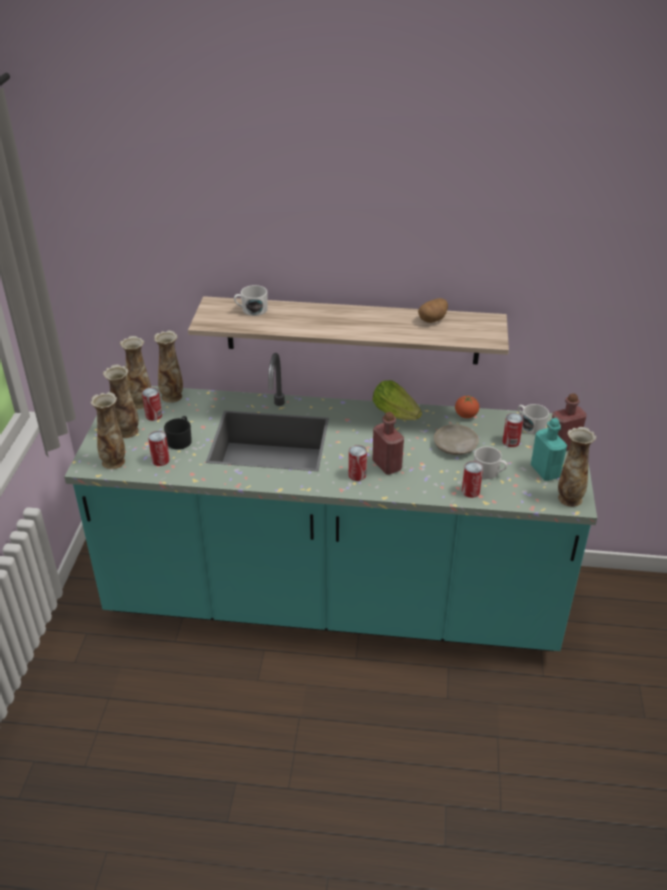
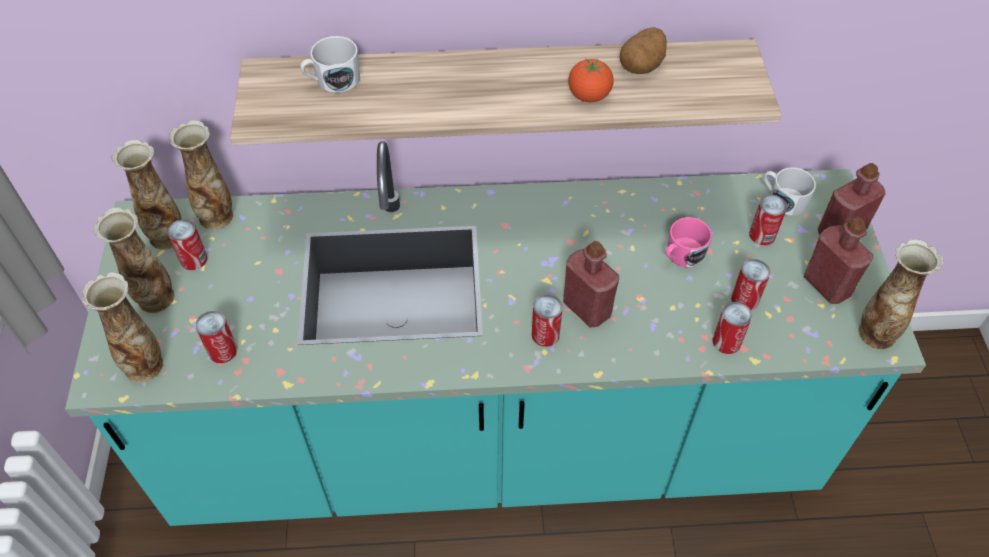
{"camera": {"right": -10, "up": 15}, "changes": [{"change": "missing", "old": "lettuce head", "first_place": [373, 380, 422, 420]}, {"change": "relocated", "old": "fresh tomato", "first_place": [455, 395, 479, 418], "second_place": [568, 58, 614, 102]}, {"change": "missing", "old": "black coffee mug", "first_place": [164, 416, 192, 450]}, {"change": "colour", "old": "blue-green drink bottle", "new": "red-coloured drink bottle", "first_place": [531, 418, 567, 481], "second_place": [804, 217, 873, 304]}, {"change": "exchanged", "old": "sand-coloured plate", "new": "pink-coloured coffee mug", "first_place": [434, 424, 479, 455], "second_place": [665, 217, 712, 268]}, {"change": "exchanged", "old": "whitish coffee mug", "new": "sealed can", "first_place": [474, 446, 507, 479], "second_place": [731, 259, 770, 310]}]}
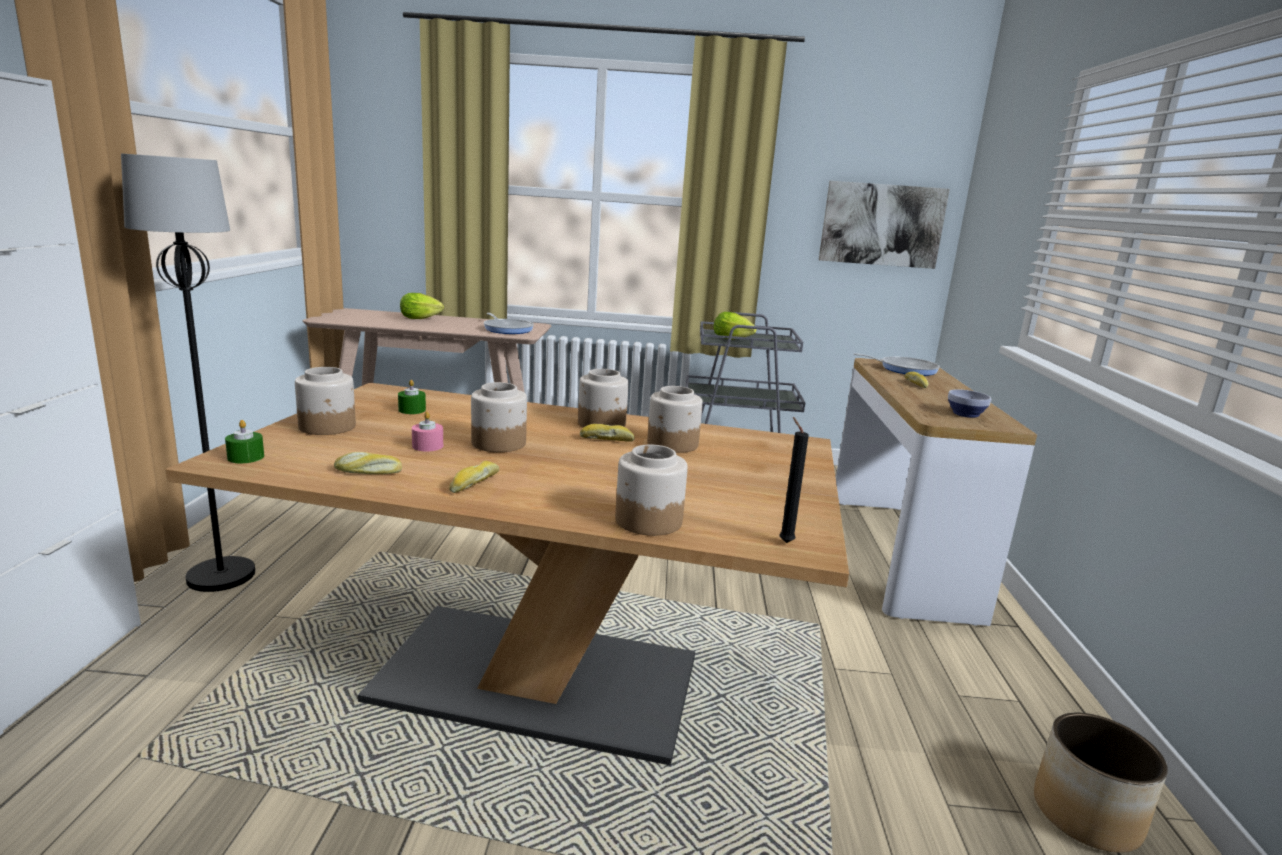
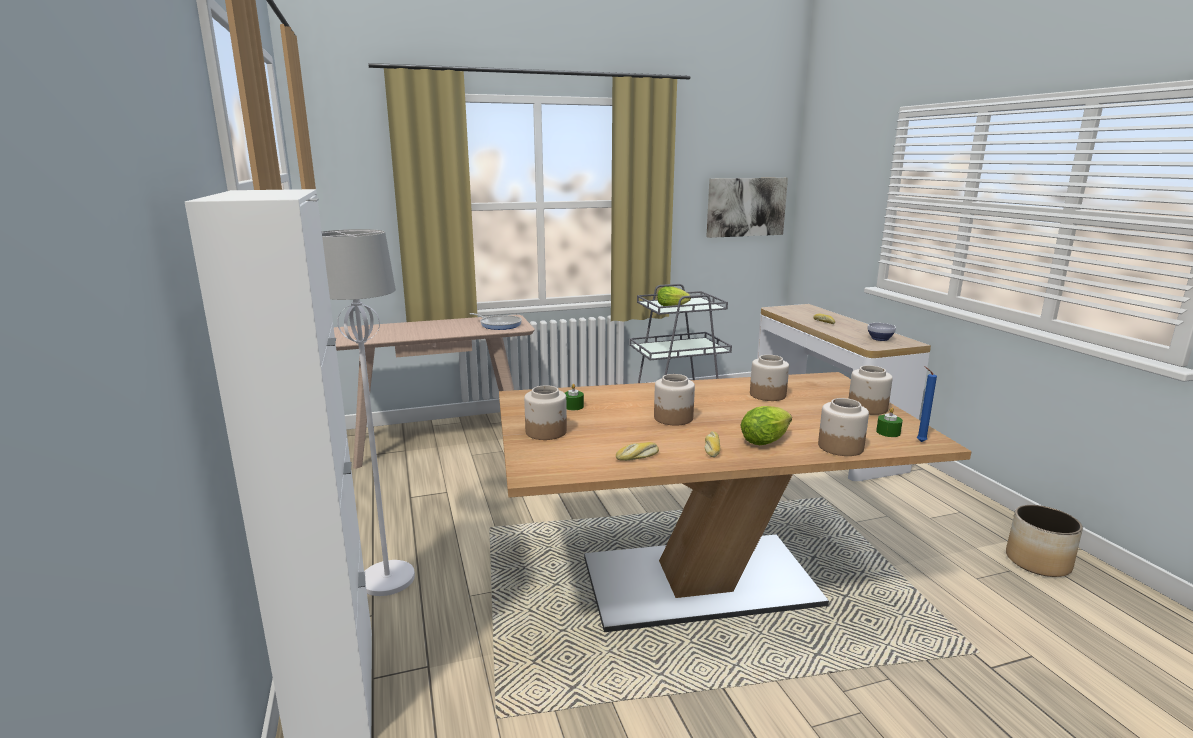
{"camera": {"right": -20, "up": 0}, "changes": [{"change": "colour", "old": "black floor lamp", "new": "whitish floor lamp", "first_place": [121, 153, 255, 592], "second_place": [322, 229, 415, 596]}, {"change": "relocated", "old": "lettuce head", "first_place": [400, 293, 444, 319], "second_place": [740, 406, 792, 445]}, {"change": "missing", "old": "frying pan", "first_place": [854, 353, 940, 376]}, {"change": "relocated", "old": "storage jar", "first_place": [578, 369, 629, 427], "second_place": [848, 365, 893, 415]}, {"change": "missing", "old": "pink-coloured wax light", "first_place": [412, 412, 443, 452]}, {"change": "colour", "old": "black wax light", "new": "blue-coloured wax light", "first_place": [779, 417, 809, 543], "second_place": [917, 366, 937, 442]}, {"change": "relocated", "old": "green-coloured wax light", "first_place": [225, 420, 264, 463], "second_place": [876, 407, 903, 437]}, {"change": "missing", "old": "baked bread", "first_place": [580, 424, 635, 442]}]}
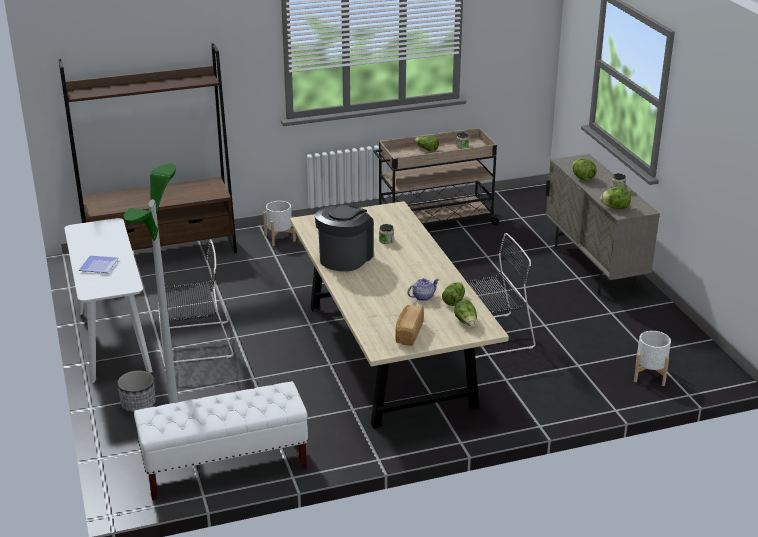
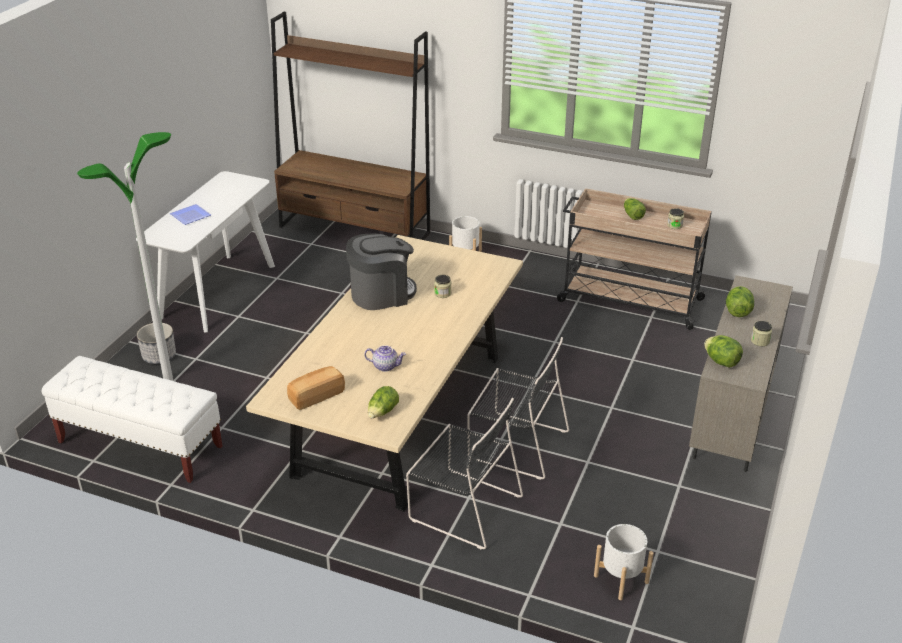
{"camera": {"right": 40, "up": 5}, "changes": [{"change": "relocated", "old": "black upright chair", "first_place": [158, 239, 234, 363], "second_place": [406, 398, 523, 550]}, {"change": "missing", "old": "lettuce head", "first_place": [442, 282, 465, 306]}]}
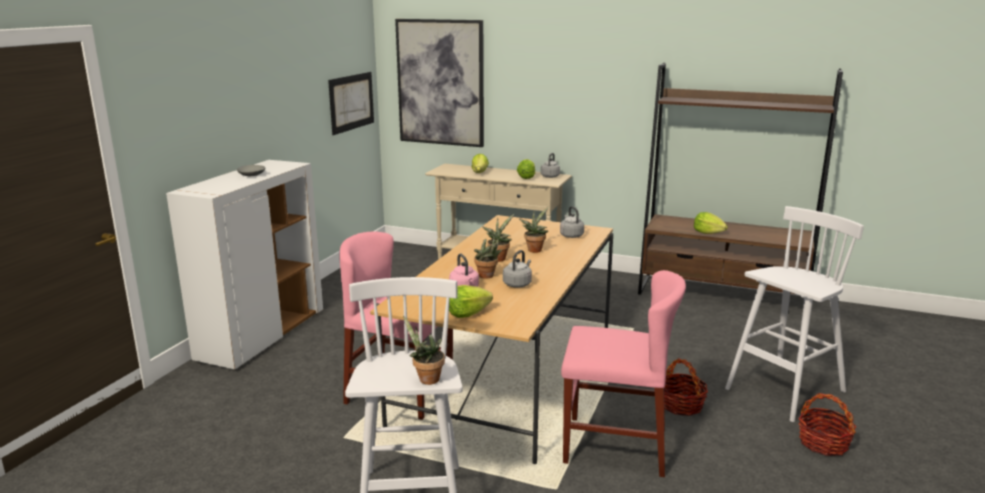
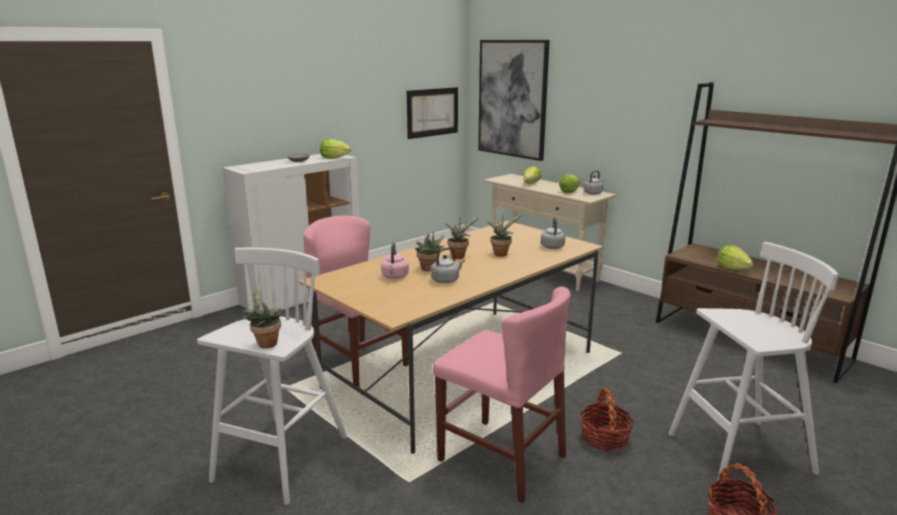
{"camera": {"right": 25, "up": 0}, "changes": [{"change": "relocated", "old": "lettuce head", "first_place": [449, 285, 493, 318], "second_place": [320, 139, 351, 159]}]}
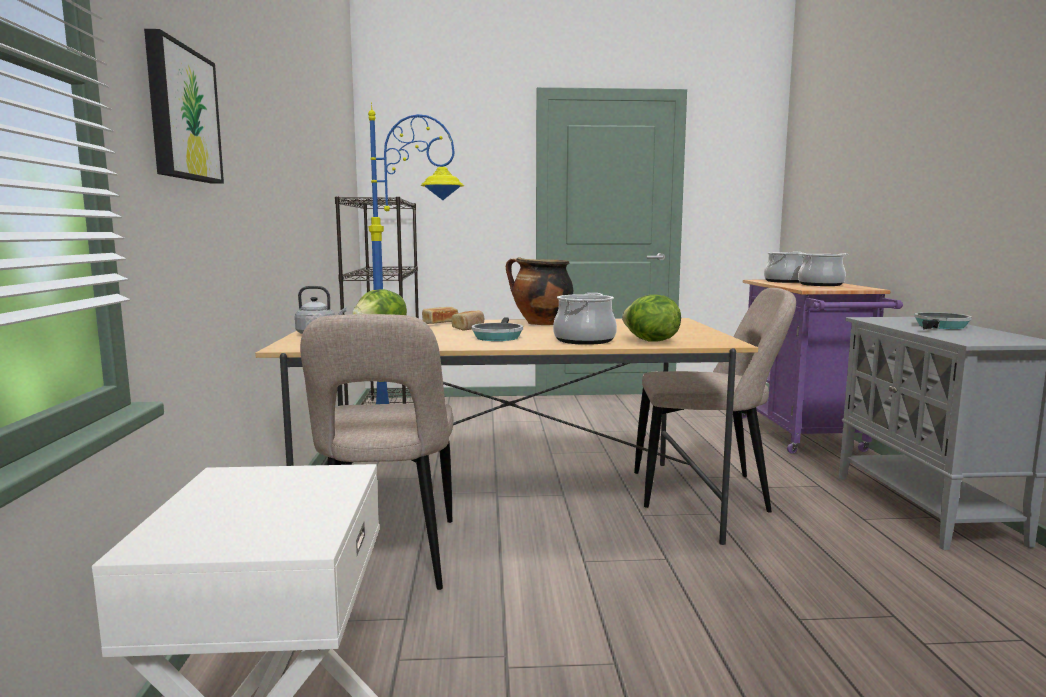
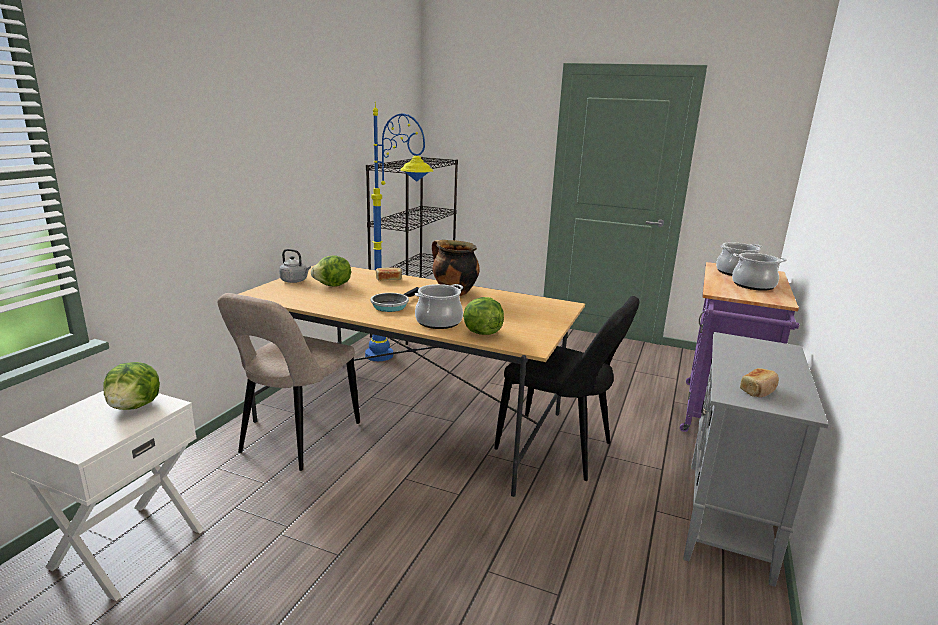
{"camera": {"right": 25, "up": 10}, "changes": [{"change": "missing", "old": "wall picture", "first_place": [144, 29, 224, 184]}, {"change": "colour", "old": "sand-coloured upright chair", "new": "black upright chair", "first_place": [634, 288, 796, 512], "second_place": [494, 296, 640, 481]}, {"change": "relocated", "old": "baked bread", "first_place": [452, 310, 484, 330], "second_place": [740, 368, 779, 397]}, {"change": "missing", "old": "frying pan", "first_place": [914, 312, 972, 330]}, {"change": "appeared", "new": "lettuce head", "second_place": [103, 362, 160, 410]}]}
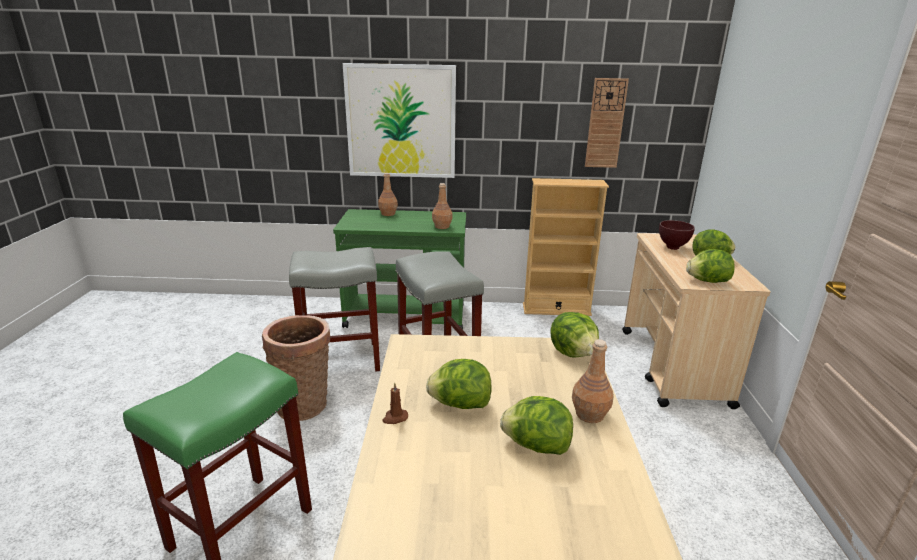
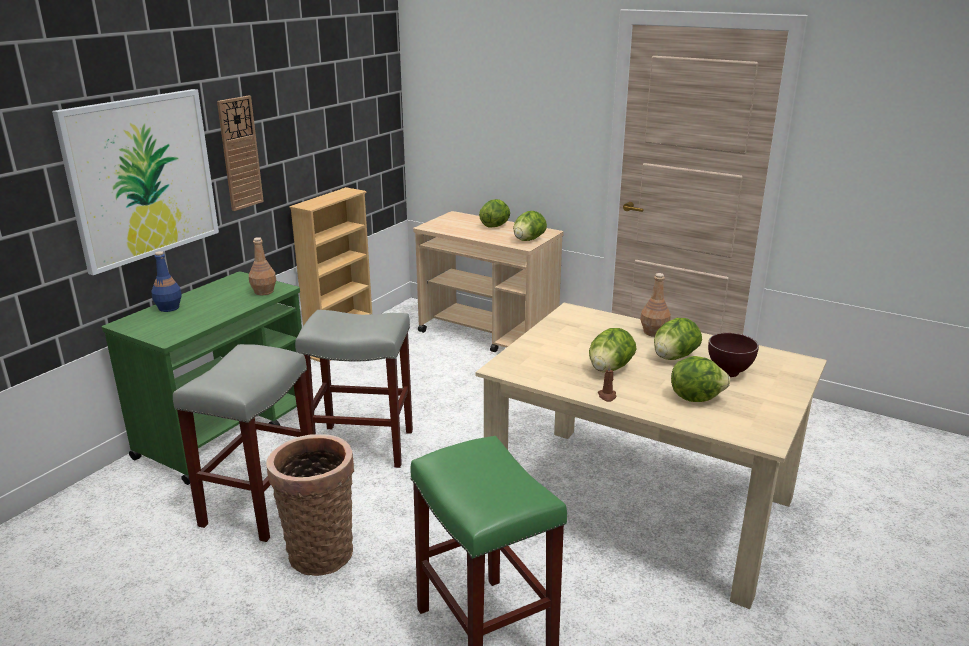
{"camera": {"right": -60, "up": 0}, "changes": [{"change": "relocated", "old": "wall clock", "first_place": [585, 78, 629, 168], "second_place": [217, 96, 264, 211]}, {"change": "colour", "old": "brownish drink bottle", "new": "blue-coloured drink bottle", "first_place": [378, 173, 398, 216], "second_place": [151, 251, 182, 312]}, {"change": "relocated", "old": "brownish deep dish", "first_place": [659, 220, 695, 250], "second_place": [708, 333, 759, 377]}, {"change": "relocated", "old": "lettuce head", "first_place": [550, 312, 599, 357], "second_place": [671, 356, 730, 402]}]}
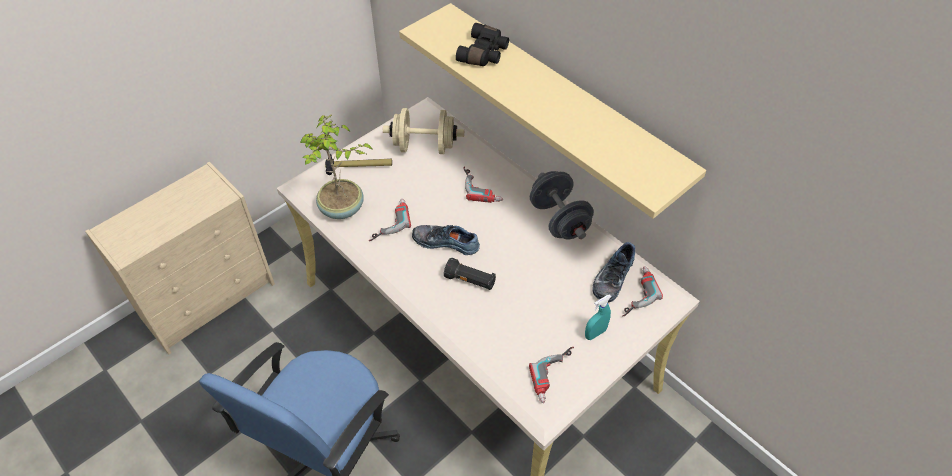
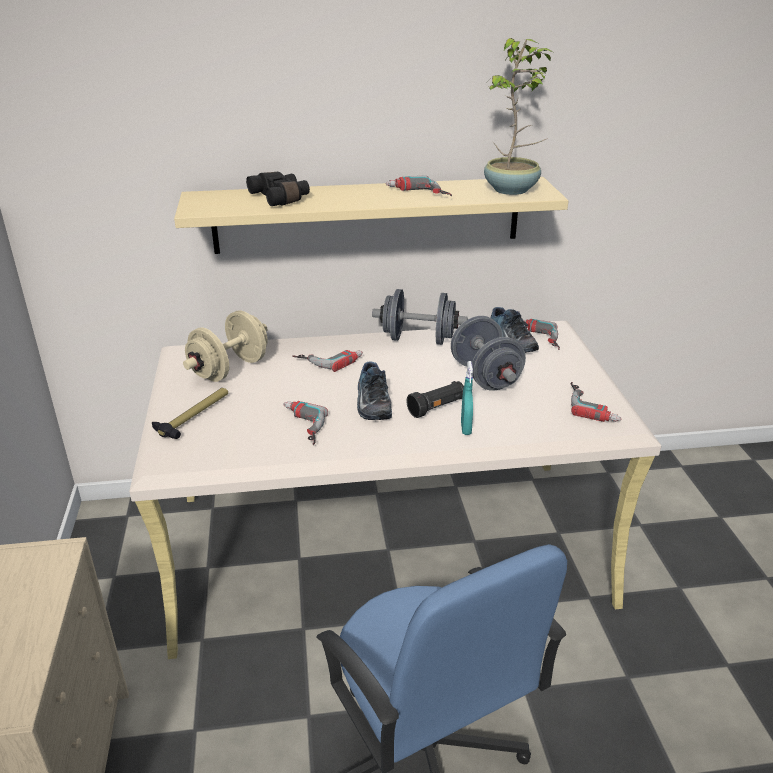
{"camera": {"right": -55, "up": -20}, "changes": [{"change": "relocated", "old": "plant in a pot", "first_place": [299, 114, 372, 219], "second_place": [484, 38, 553, 195]}, {"change": "spun", "old": "low shoe", "first_place": [412, 225, 480, 255], "second_place": [357, 362, 392, 420], "degrees": -60}, {"change": "relocated", "old": "blue-green hand sprayer", "first_place": [585, 295, 611, 340], "second_place": [461, 361, 473, 435]}, {"change": "appeared", "new": "drill", "second_place": [386, 175, 452, 196]}, {"change": "appeared", "new": "greyish free weight", "second_place": [451, 316, 526, 390]}]}
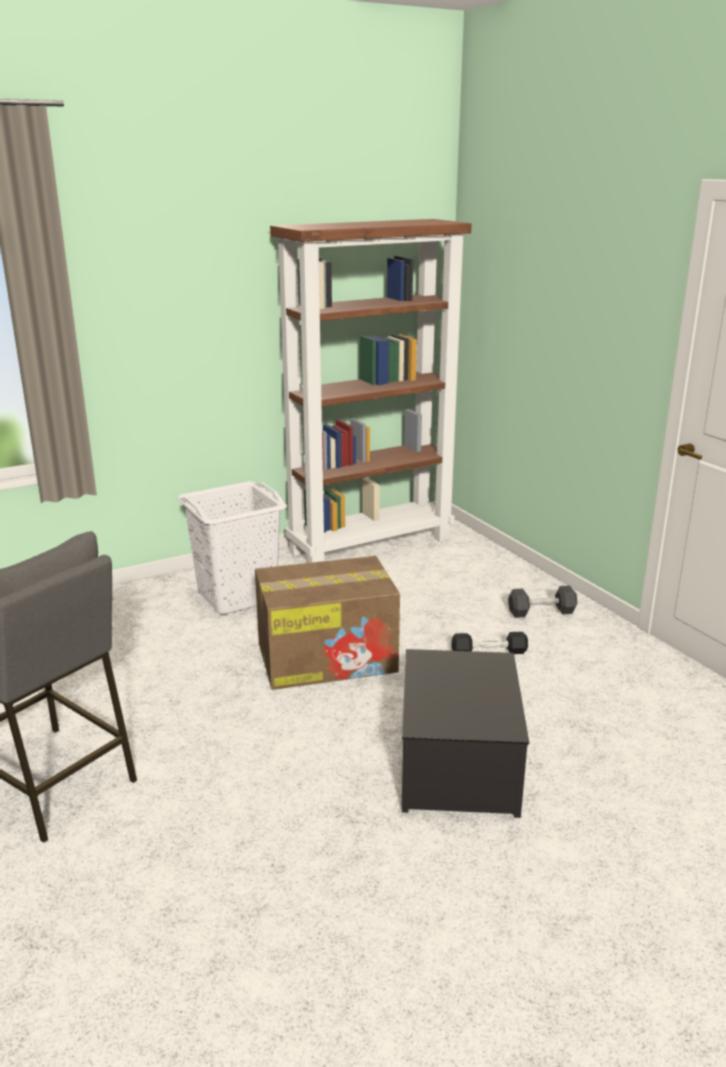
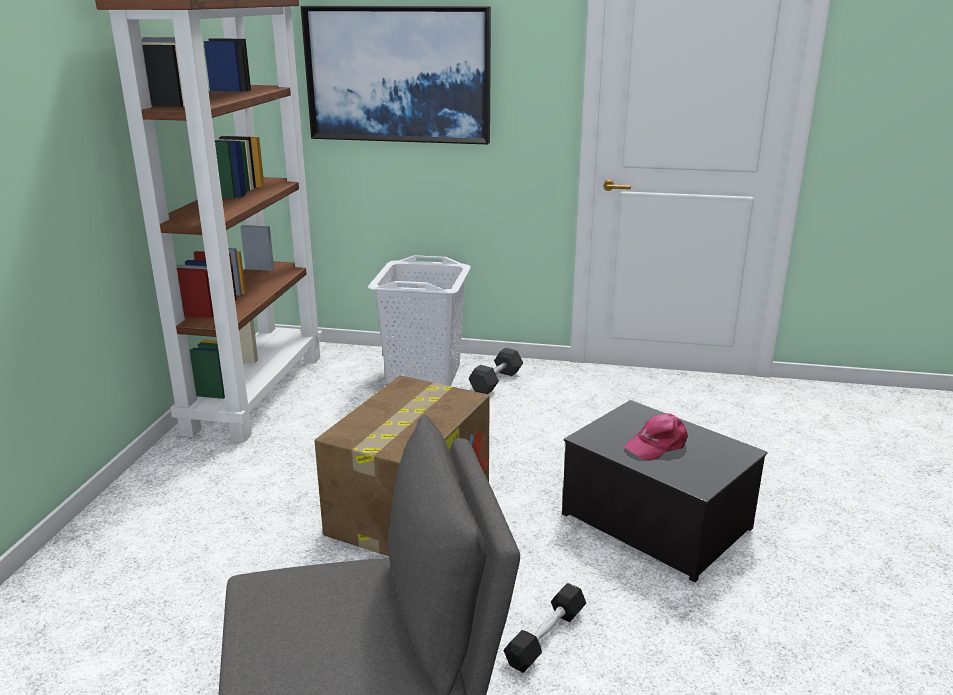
{"camera": {"right": -50, "up": 0}, "changes": [{"change": "relocated", "old": "whitish washing basket", "first_place": [177, 481, 287, 614], "second_place": [368, 255, 471, 386]}, {"change": "relocated", "old": "black free weight", "first_place": [451, 632, 528, 654], "second_place": [504, 583, 586, 673]}, {"change": "appeared", "new": "wall picture", "second_place": [301, 6, 491, 145]}, {"change": "appeared", "new": "pink-coloured baseball cap", "second_place": [624, 413, 688, 461]}]}
